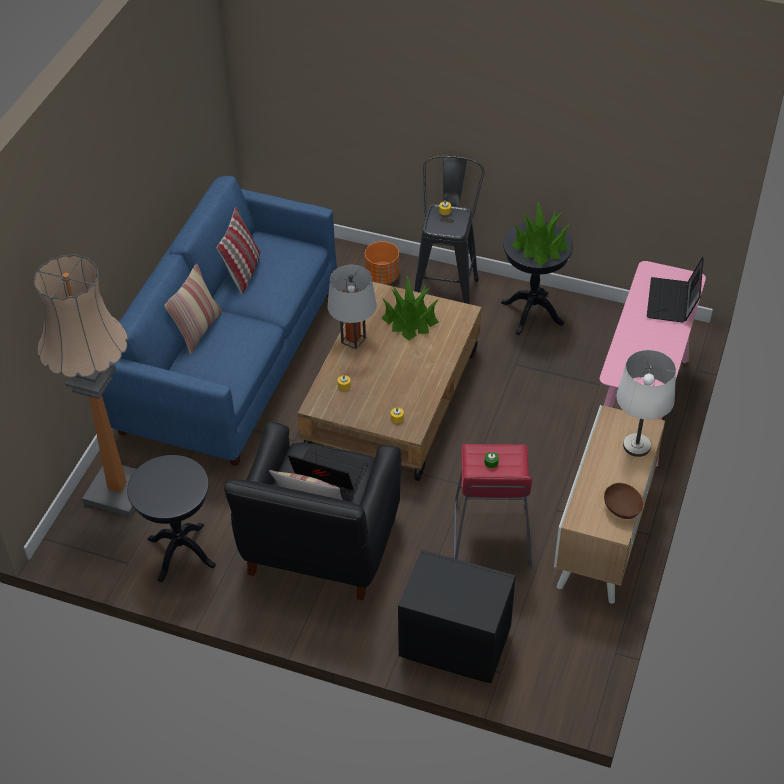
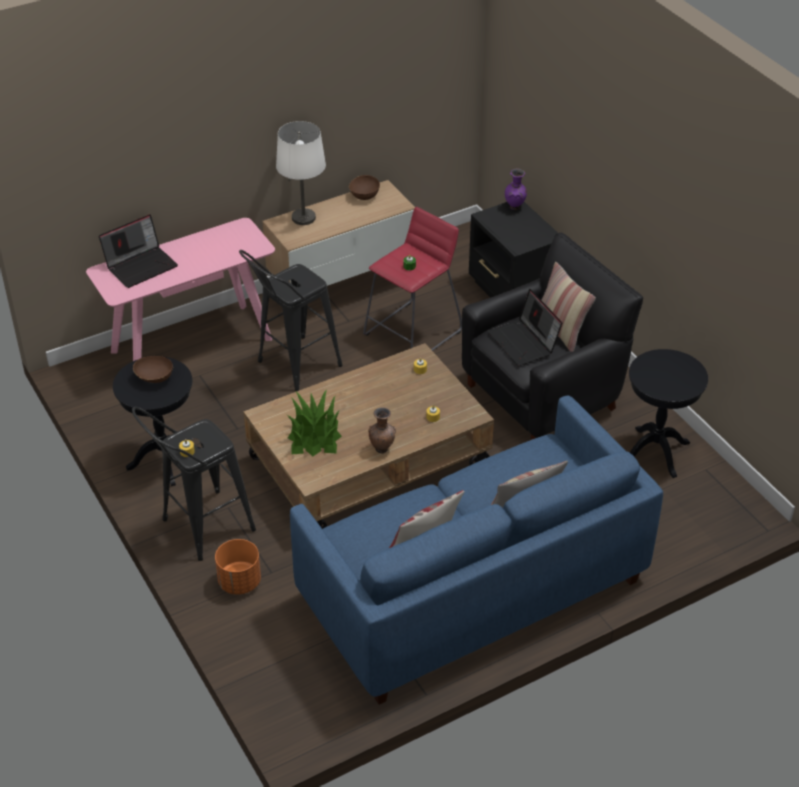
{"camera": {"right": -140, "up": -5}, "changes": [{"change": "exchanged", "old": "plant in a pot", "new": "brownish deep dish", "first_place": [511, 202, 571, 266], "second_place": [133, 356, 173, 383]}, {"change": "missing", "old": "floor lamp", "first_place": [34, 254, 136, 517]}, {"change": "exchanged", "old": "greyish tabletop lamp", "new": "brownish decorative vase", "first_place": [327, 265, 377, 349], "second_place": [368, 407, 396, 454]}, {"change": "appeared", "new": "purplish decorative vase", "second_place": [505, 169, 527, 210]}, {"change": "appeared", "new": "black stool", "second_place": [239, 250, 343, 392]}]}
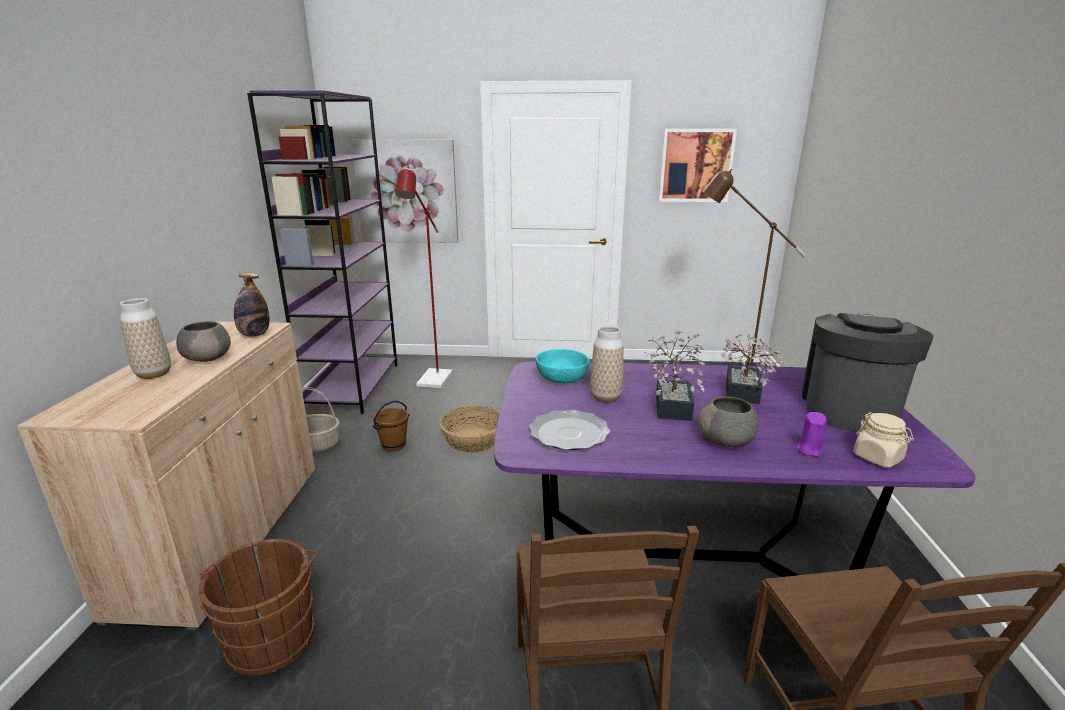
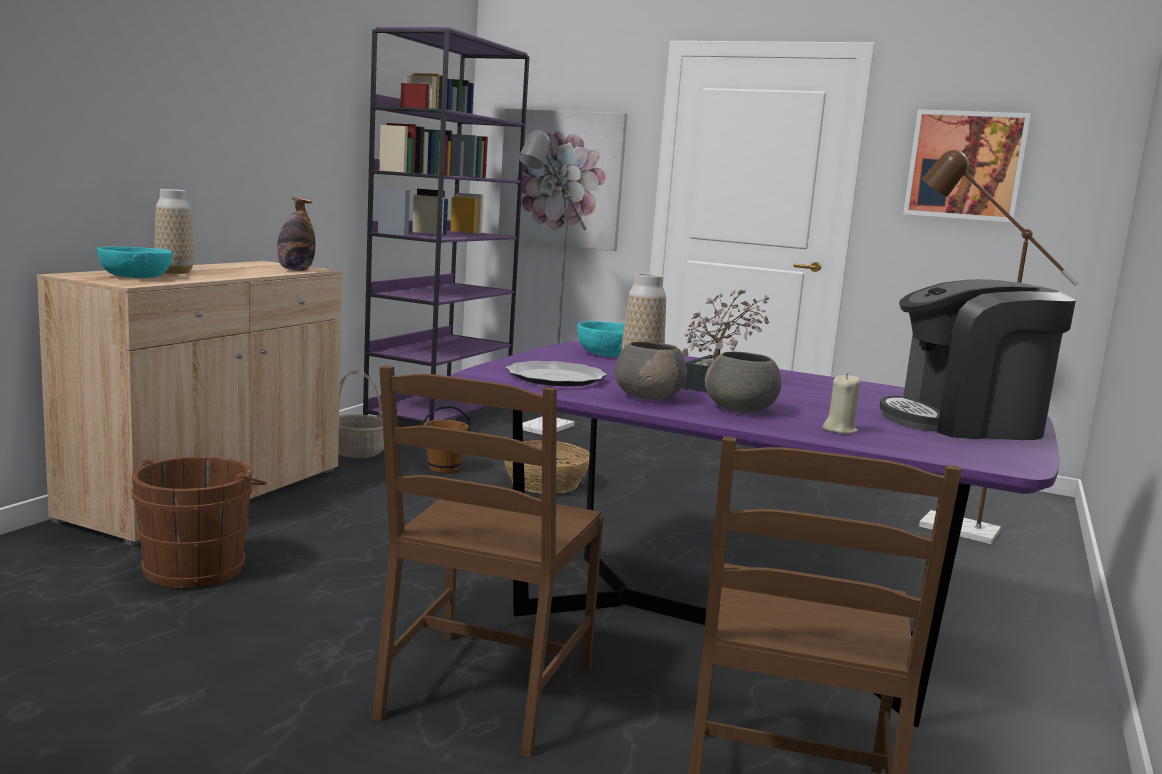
{"camera": {"right": 20, "up": -10}, "changes": [{"change": "colour", "old": "red-coloured floor lamp", "new": "greyish floor lamp", "first_place": [394, 166, 452, 388], "second_place": [519, 129, 587, 435]}, {"change": "spun", "old": "coffee machine", "first_place": [802, 313, 934, 432], "second_place": [880, 279, 1076, 440], "degrees": -135}, {"change": "relocated", "old": "greyish deep dish", "first_place": [176, 321, 231, 362], "second_place": [615, 342, 687, 400]}, {"change": "missing", "old": "plant in a pot", "first_place": [721, 334, 784, 404]}, {"change": "colour", "old": "purplish wax light", "new": "sand-coloured wax light", "first_place": [796, 412, 827, 457], "second_place": [822, 373, 861, 434]}, {"change": "missing", "old": "sand-coloured storage jar", "first_place": [854, 412, 914, 468]}, {"change": "appeared", "new": "blue-green deep dish", "second_place": [97, 247, 173, 278]}]}
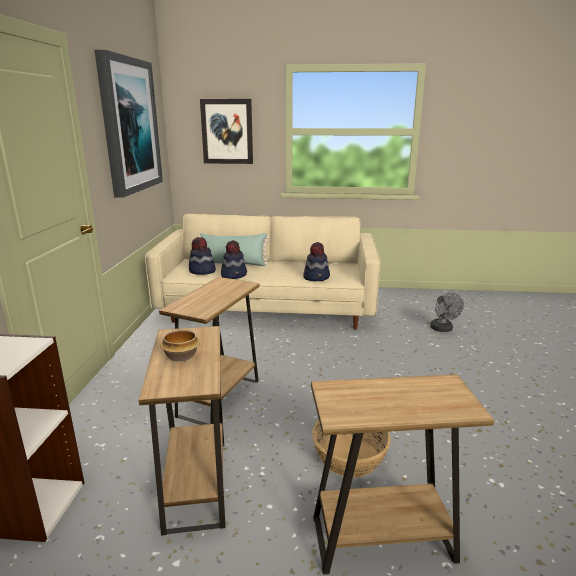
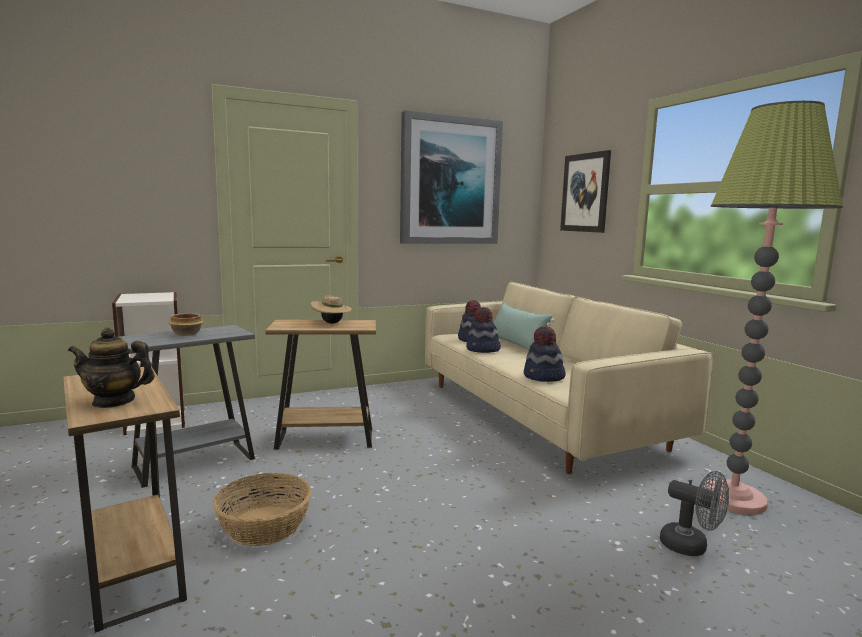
{"camera": {"right": 60, "up": -10}, "changes": [{"change": "spun", "old": "greyish electric fan", "first_place": [430, 293, 464, 332], "second_place": [660, 471, 729, 556], "degrees": -105}, {"change": "colour", "old": "brownish accent table", "new": "greyish accent table", "first_place": [138, 326, 226, 536], "second_place": [119, 325, 255, 488]}, {"change": "appeared", "new": "floor lamp", "second_place": [704, 101, 843, 515]}, {"change": "appeared", "new": "sand-coloured wearable hat", "second_place": [310, 296, 352, 324]}, {"change": "appeared", "new": "pot for tea", "second_place": [68, 328, 155, 408]}]}
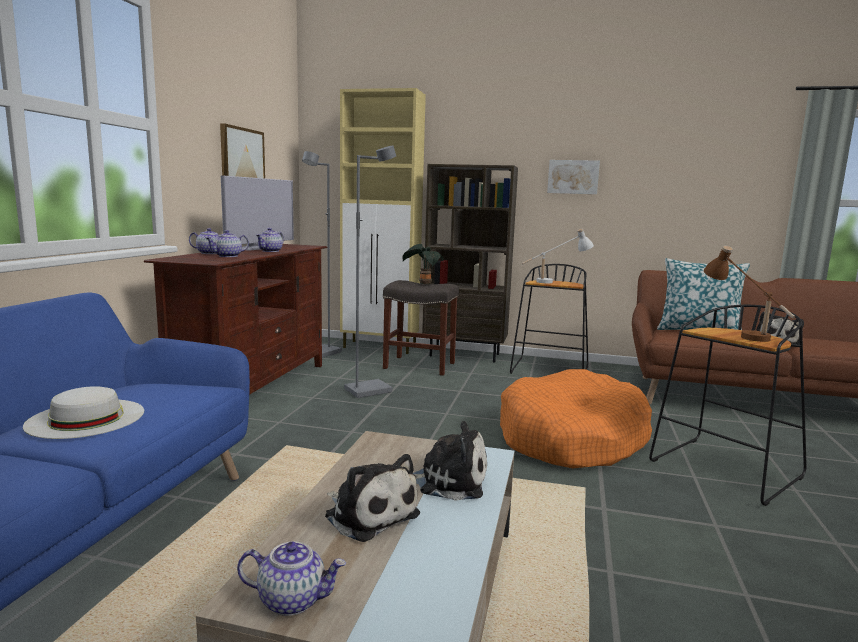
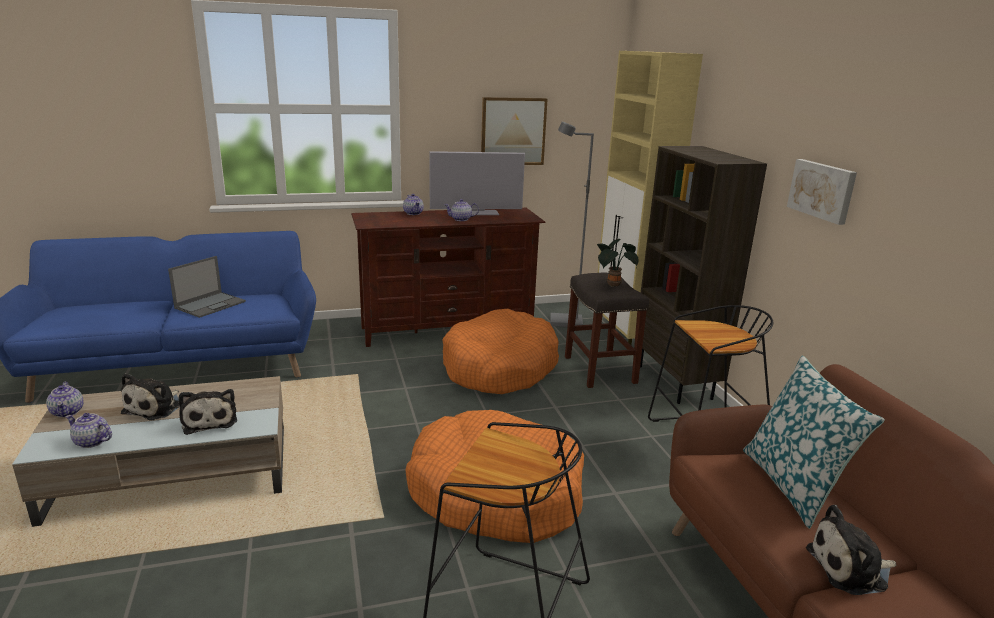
{"camera": {"right": 60, "up": 10}, "changes": [{"change": "exchanged", "old": "greyish floor lamp", "new": "orange pet bed", "first_place": [344, 145, 396, 398], "second_place": [442, 309, 559, 394]}, {"change": "missing", "old": "whitish tabletop lamp", "first_place": [522, 228, 594, 283]}, {"change": "relocated", "old": "pot for tea", "first_place": [206, 230, 249, 257], "second_place": [66, 413, 112, 448]}, {"change": "missing", "old": "brownish tabletop lamp", "first_place": [704, 246, 795, 342]}, {"change": "exchanged", "old": "whitish wearable hat", "new": "portable computer", "first_place": [23, 386, 144, 439], "second_place": [168, 256, 246, 318]}]}
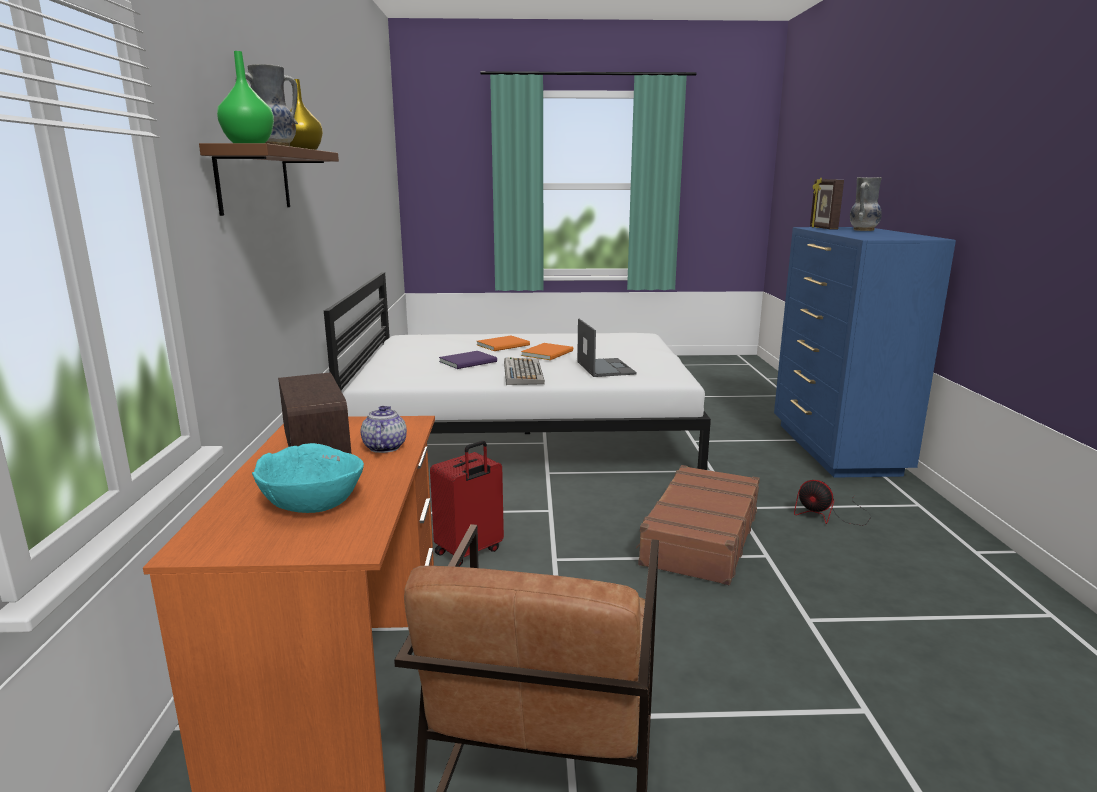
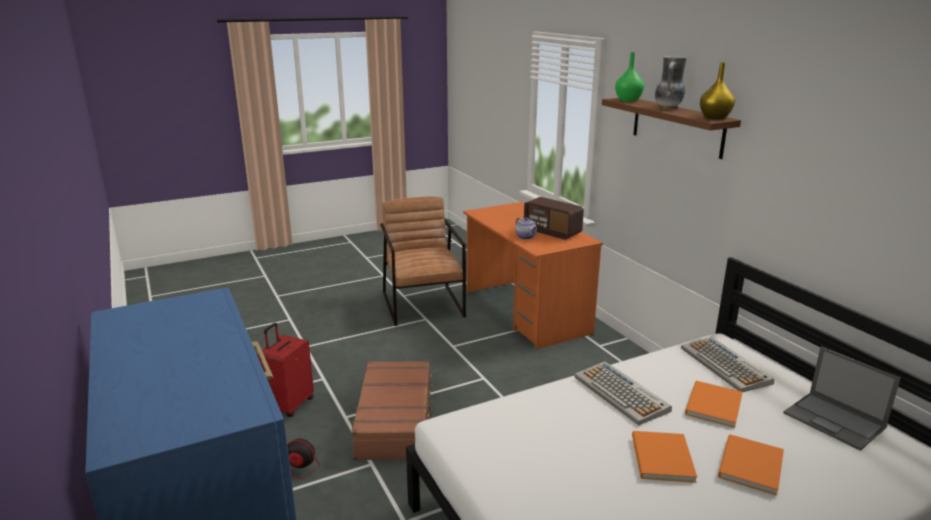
{"camera": {"right": 155, "up": 5}, "changes": [{"change": "missing", "old": "decorative vase", "first_place": [850, 177, 882, 231]}, {"change": "missing", "old": "picture frame", "first_place": [810, 178, 844, 229]}, {"change": "relocated", "old": "portable computer", "first_place": [577, 319, 637, 377], "second_place": [783, 347, 901, 451]}, {"change": "colour", "old": "purplish book", "new": "orange book", "first_place": [439, 351, 497, 369], "second_place": [685, 381, 743, 428]}, {"change": "relocated", "old": "red-coloured piece of luggage", "first_place": [430, 441, 504, 567], "second_place": [257, 323, 314, 417]}, {"change": "missing", "old": "blue-green deep dish", "first_place": [252, 443, 364, 513]}, {"change": "appeared", "new": "PC keyboard", "second_place": [681, 337, 775, 392]}]}
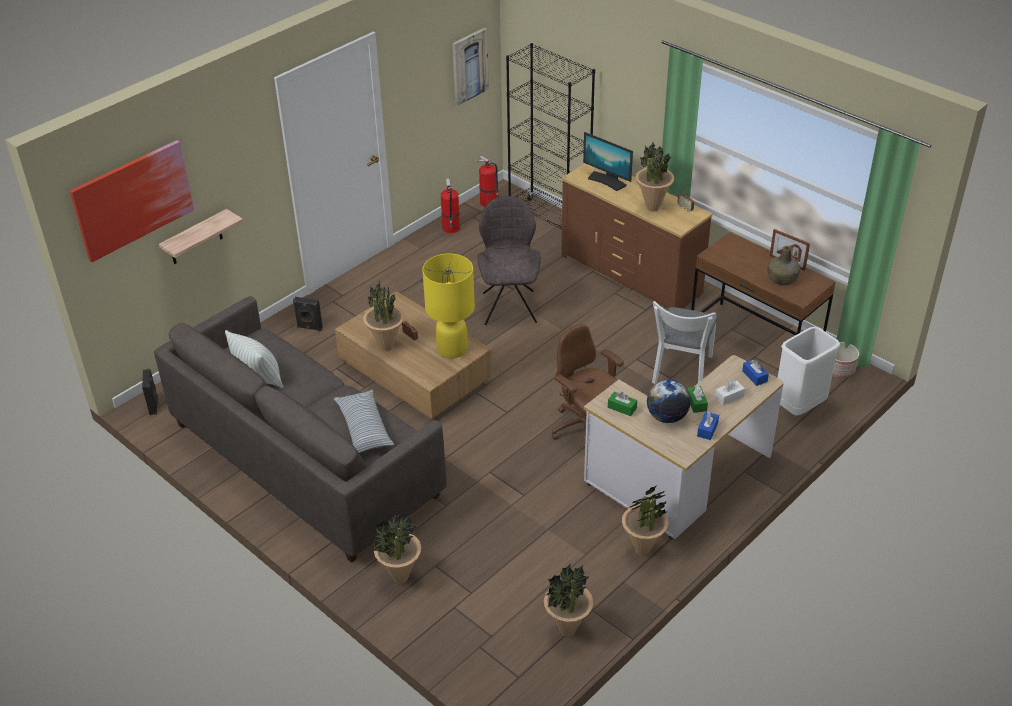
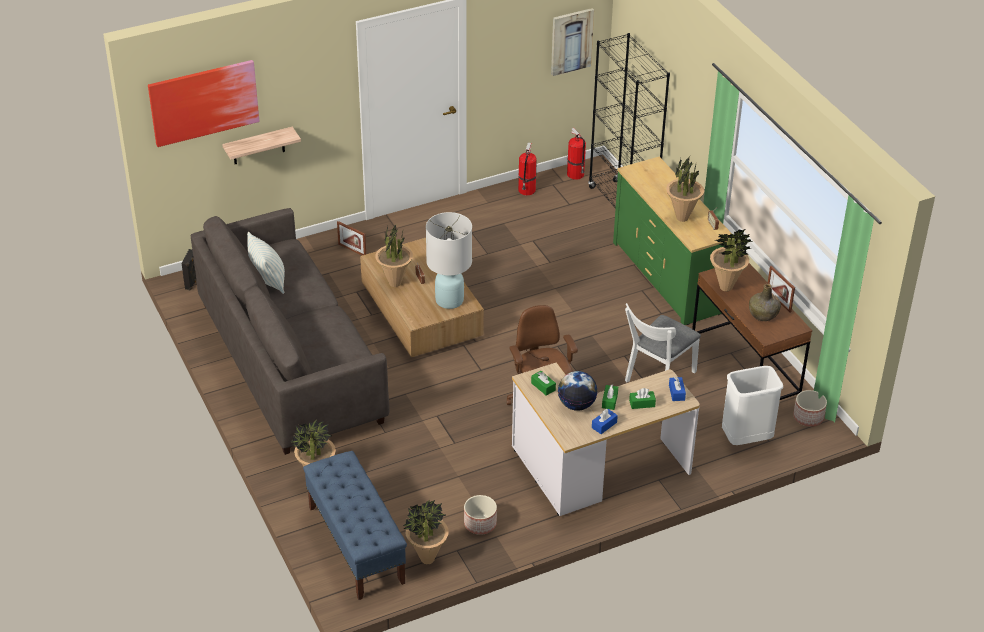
{"camera": {"right": 20, "up": 0}, "changes": [{"change": "missing", "old": "computer display", "first_place": [583, 132, 633, 191]}, {"change": "colour", "old": "brownish chest of drawers", "new": "green-coloured chest of drawers", "first_place": [561, 163, 713, 308], "second_place": [613, 157, 732, 325]}, {"change": "missing", "old": "greyish upright chair", "first_place": [477, 196, 540, 325]}, {"change": "colour", "old": "yellowish tabletop lamp", "new": "whitish tabletop lamp", "first_place": [422, 254, 475, 358], "second_place": [426, 212, 472, 309]}, {"change": "exchanged", "old": "black audio speaker", "new": "picture frame", "first_place": [293, 297, 323, 331], "second_place": [337, 221, 366, 255]}, {"change": "colour", "old": "whitish box of tissues", "new": "green-coloured box of tissues", "first_place": [715, 380, 745, 405], "second_place": [629, 388, 656, 409]}, {"change": "missing", "old": "throw pillow", "first_place": [334, 390, 394, 453]}, {"change": "relocated", "old": "plant in a pot", "first_place": [622, 485, 668, 556], "second_place": [710, 229, 752, 291]}, {"change": "appeared", "new": "blue-coloured long seat", "second_place": [303, 451, 407, 600]}, {"change": "appeared", "new": "flower pot", "second_place": [464, 495, 497, 535]}]}
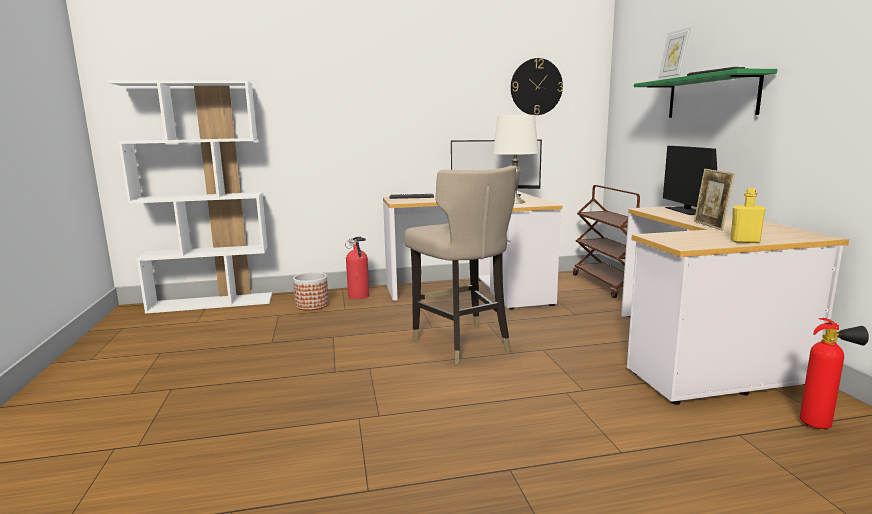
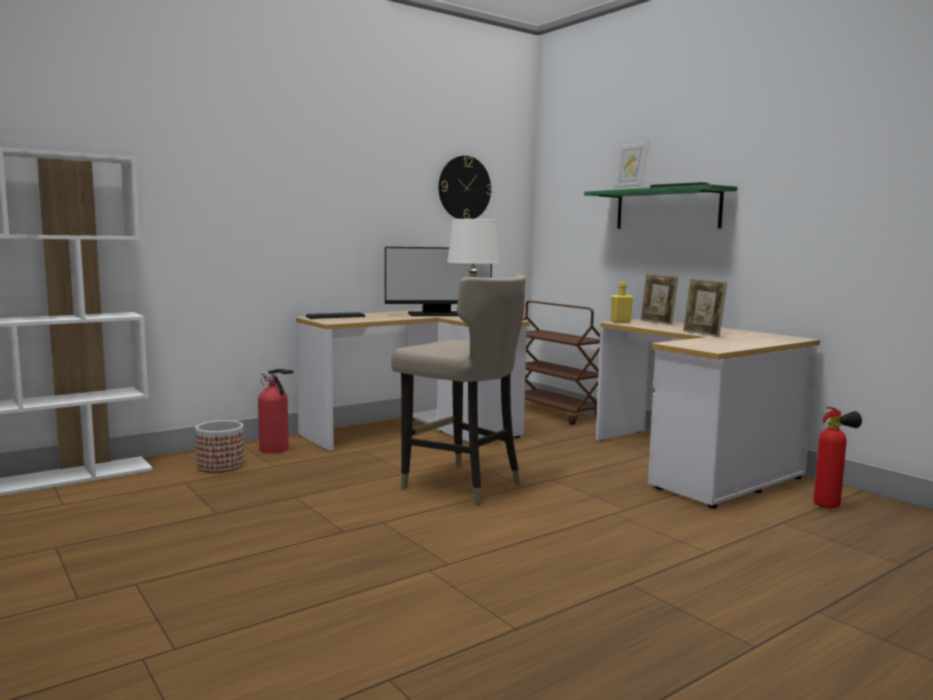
{"camera": {"right": -25, "up": -5}, "changes": [{"change": "exchanged", "old": "computer display", "new": "picture frame", "first_place": [663, 146, 717, 215], "second_place": [640, 274, 678, 325]}, {"change": "relocated", "old": "yellowish drink bottle", "first_place": [730, 188, 766, 243], "second_place": [611, 282, 633, 323]}]}
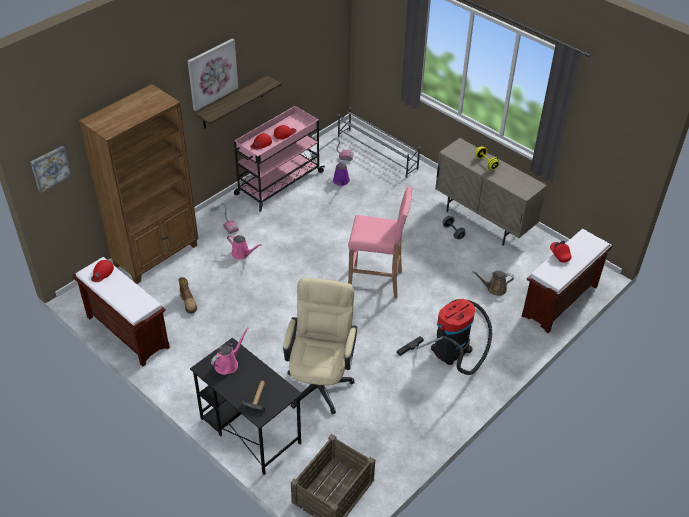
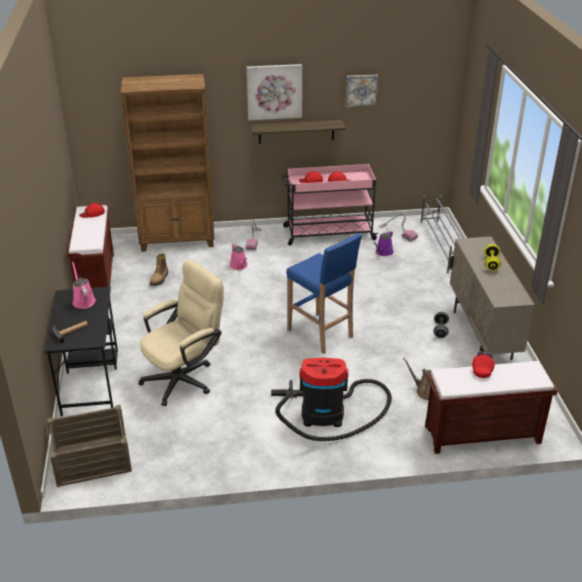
{"camera": {"right": 40, "up": -10}, "changes": [{"change": "relocated", "old": "wall picture", "first_place": [30, 146, 72, 193], "second_place": [346, 75, 378, 107]}, {"change": "colour", "old": "pink-coloured stool", "new": "blue-coloured stool", "first_place": [348, 187, 412, 298], "second_place": [286, 233, 362, 354]}, {"change": "spun", "old": "pink-coloured watering can", "first_place": [211, 327, 249, 375], "second_place": [72, 262, 96, 309], "degrees": -105}]}
